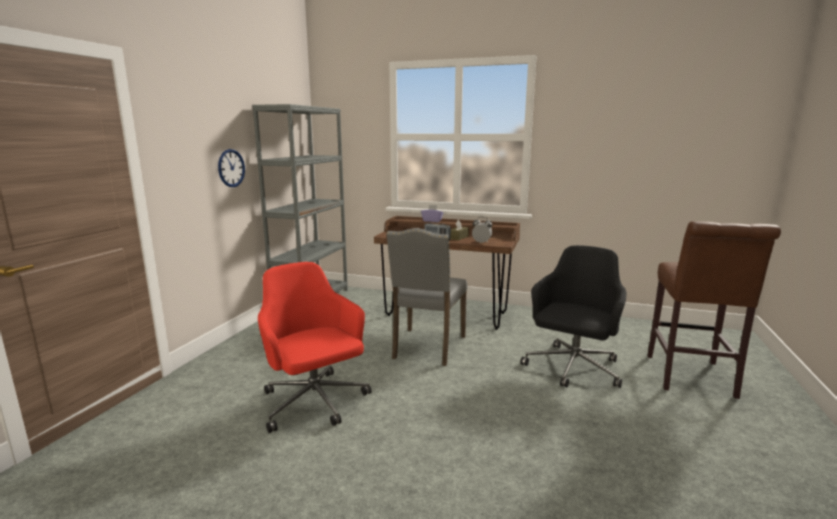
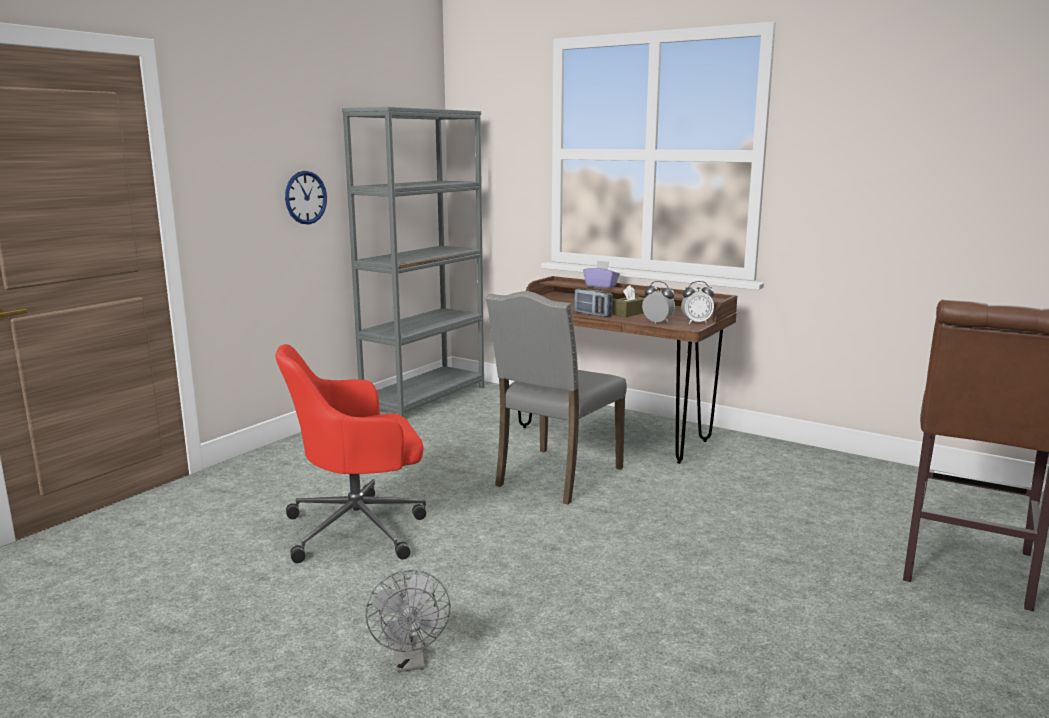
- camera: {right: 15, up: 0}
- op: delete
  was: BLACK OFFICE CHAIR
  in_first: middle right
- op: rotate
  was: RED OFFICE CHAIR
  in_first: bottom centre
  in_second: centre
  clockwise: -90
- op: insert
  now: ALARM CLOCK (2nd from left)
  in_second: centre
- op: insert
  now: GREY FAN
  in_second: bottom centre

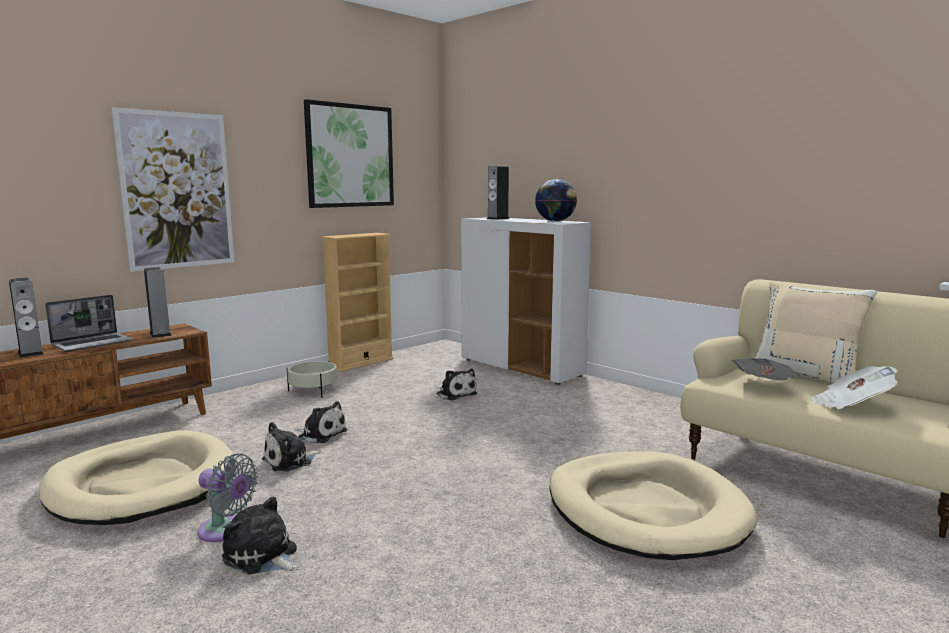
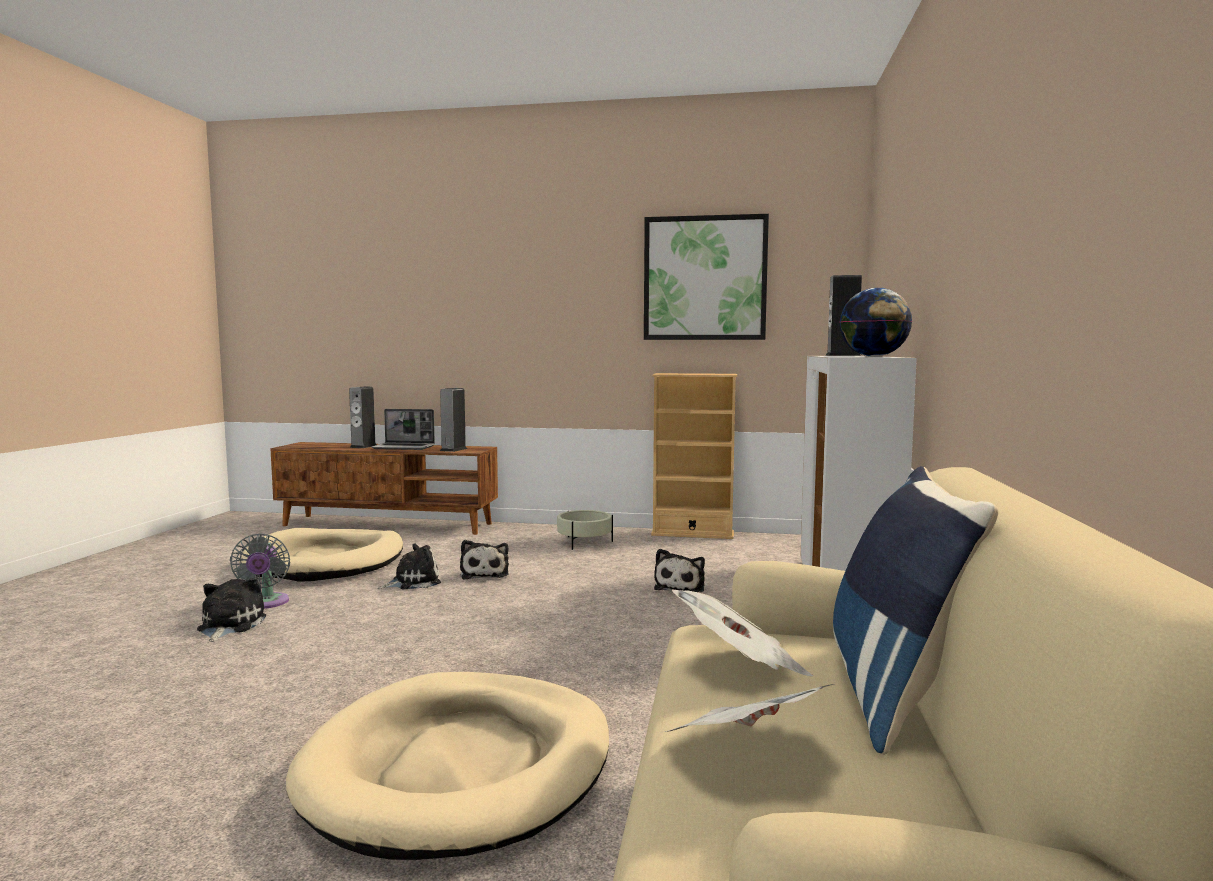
- camera: {right: 55, up: -5}
- op: delete
  was: PICTURE (1st from left)
  in_first: top left
- op: recolor
  was: BEIGE PILLOW
  now: BLUE PILLOW
  in_first: middle right
  in_second: bottom right
- op: rotate
  was: PLUSH TOY (2nd from left)
  in_first: bottom left
  in_second: centre
  clockwise: 135

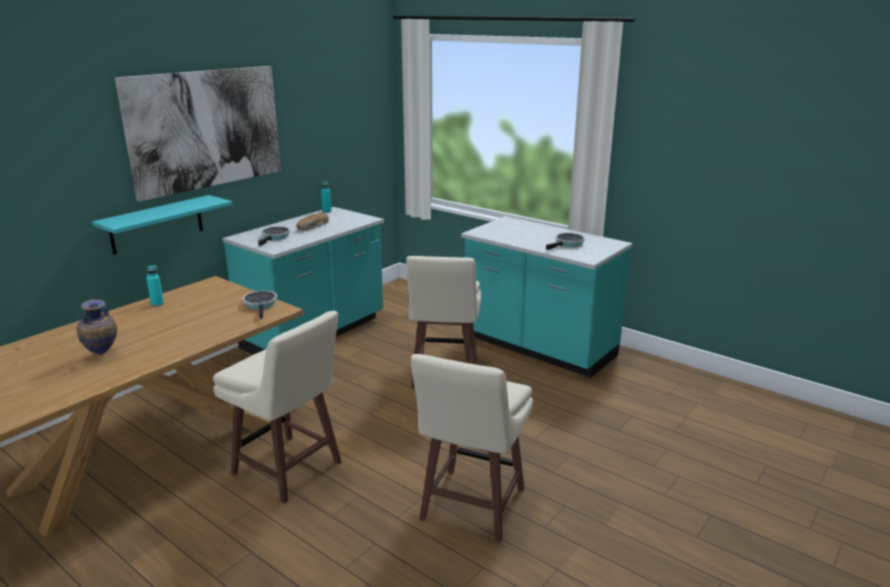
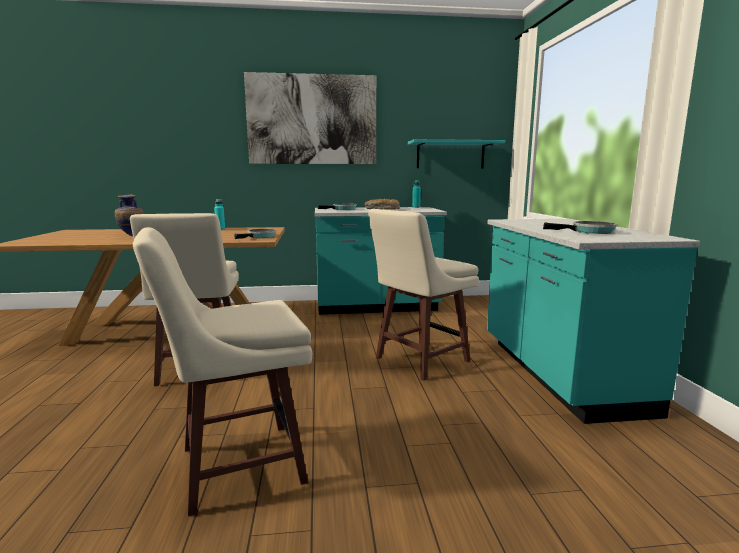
- camera: {right: 45, up: -10}
- op: move
  was: TURQUOISE SHELF
  in_first: middle left
  in_second: top centre

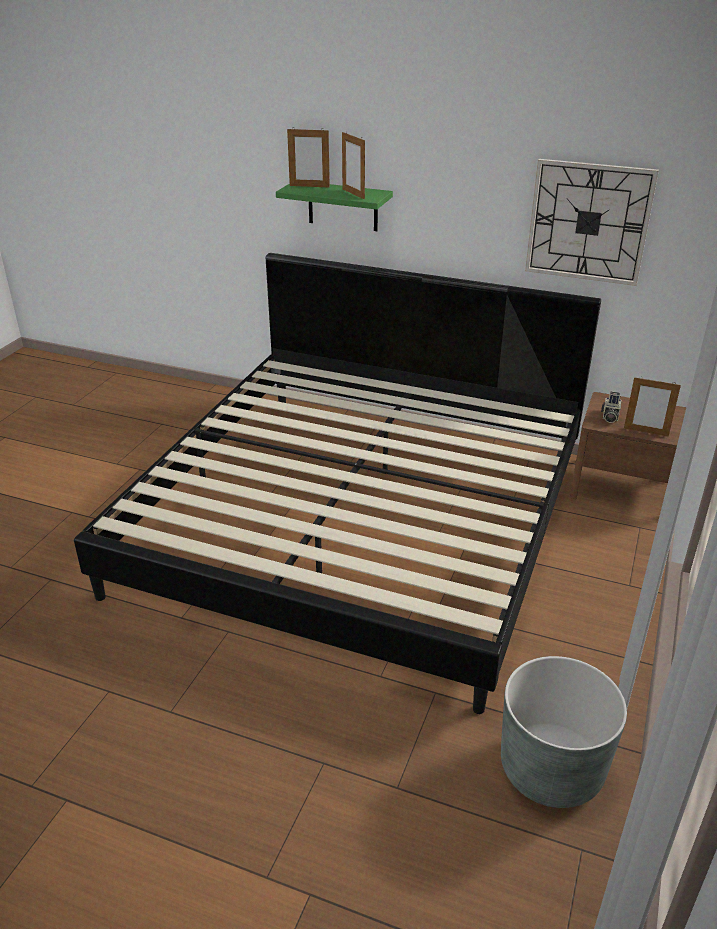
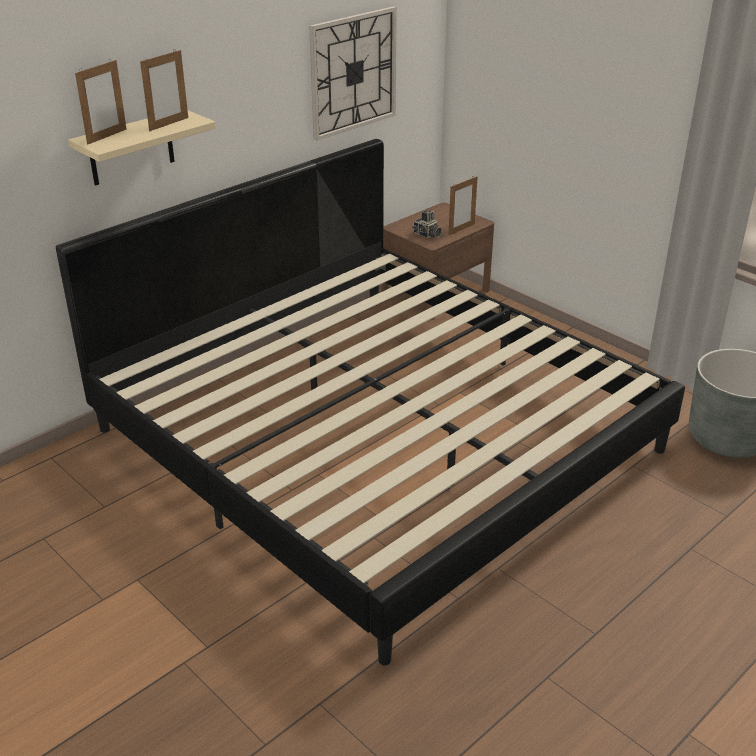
- camera: {right: -65, up: 0}
- op: rotate
  was: PICTURE FRAME (2nd from left)
  in_first: top centre
  in_second: top left
  clockwise: -45
- op: recolor
  was: GREEN SHELF
  now: BEIGE SHELF
  in_first: top centre
  in_second: top left

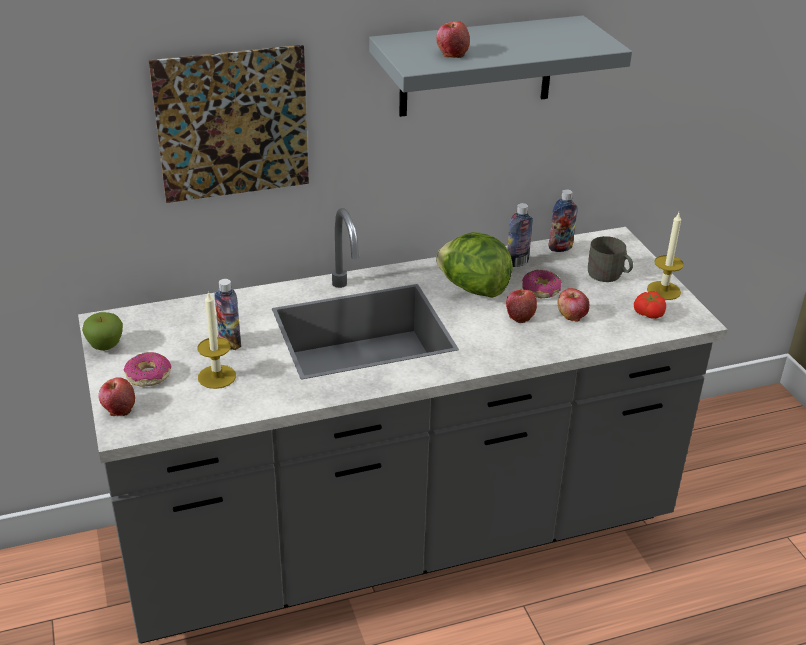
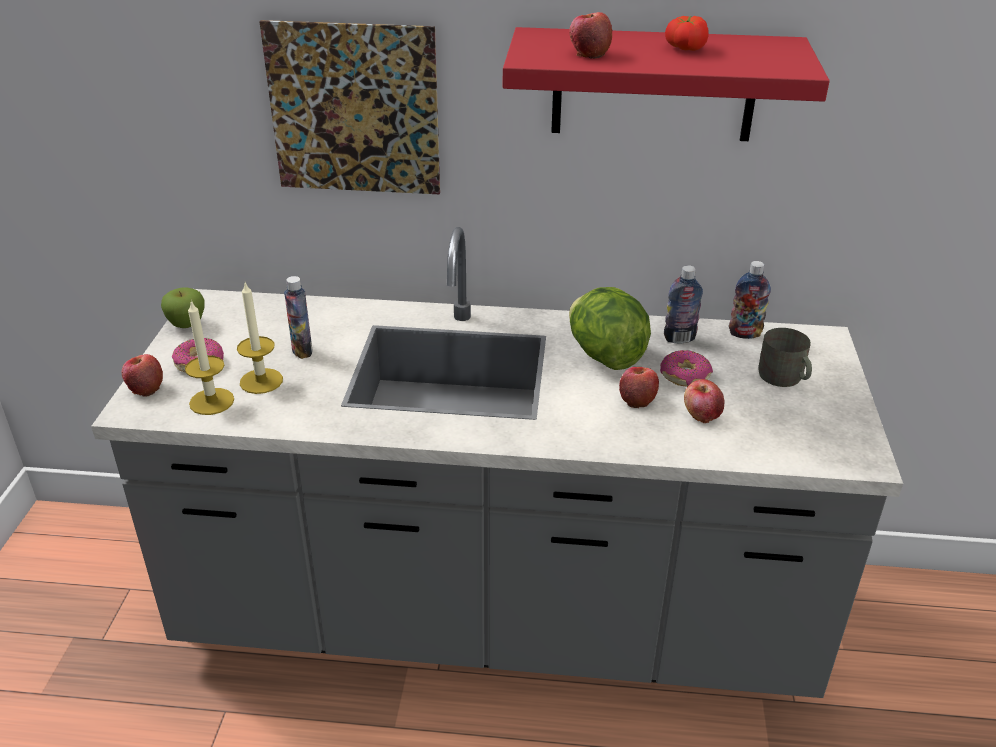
- camera: {right: 25, up: 0}
- op: recolor
  was: GREY SHELF
  now: RED SHELF
  in_first: top centre
  in_second: top right
- op: move
  was: CANDLE (2nd from left in the first image)
  now: CANDLE (1st from left)
  in_first: middle right
  in_second: middle left
- op: move
  was: TOMATO
  in_first: middle right
  in_second: top right

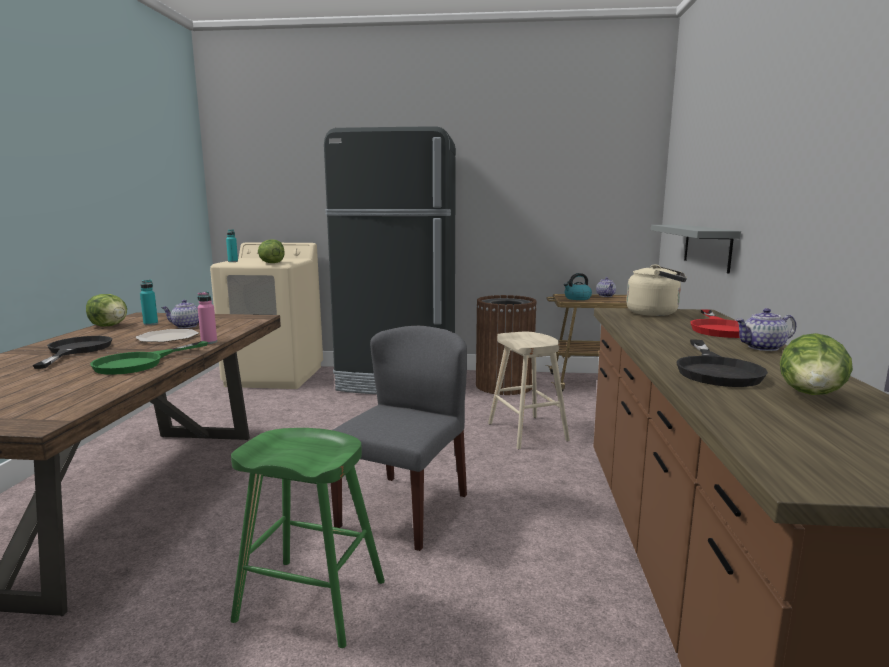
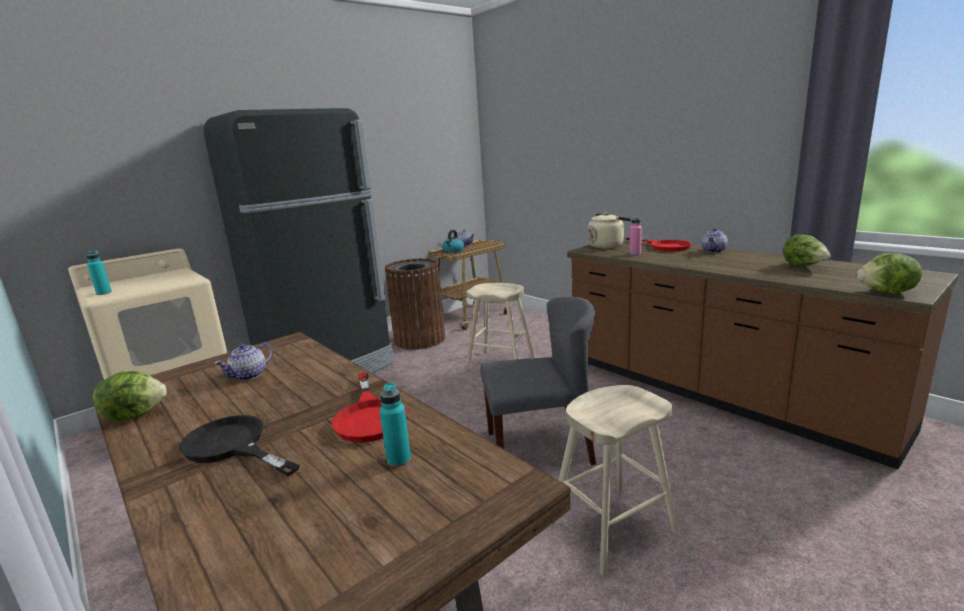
- camera: {right: -45, up: 5}
- op: delete
  was: GREY SHELF
  in_first: middle right
- op: move
  was: LETTUCE (2nd from left in the first image)
  now: LETTUCE (3rd from left)
  in_first: middle left
  in_second: middle right
- op: move
  was: TURQUOISE BOTTLE (1st from left in the first image)
  now: TURQUOISE BOTTLE (2nd from left)
  in_first: middle left
  in_second: bottom centre
- op: move
  was: PINK BOTTLE
  in_first: middle left
  in_second: centre
- op: rotate
  was: GREY CHAIR
  in_first: centre
  in_second: centre
  clockwise: 105
- op: delete
  was: PLATE
  in_first: middle left
- op: delete
  was: BLACK FRYING PAN (2nd from left)
  in_first: middle right
- op: recolor
  was: GREEN FRYING PAN
  now: RED FRYING PAN (1st from left)
  in_first: middle left
  in_second: bottom centre
- op: recolor
  was: GREEN STOOL
  now: BEIGE STOOL (2nd from left)
  in_first: bottom centre
  in_second: bottom centre

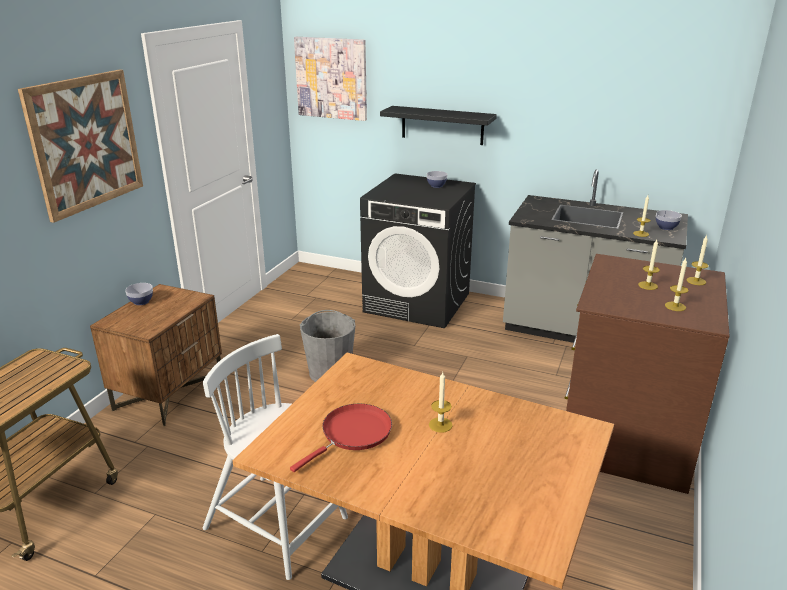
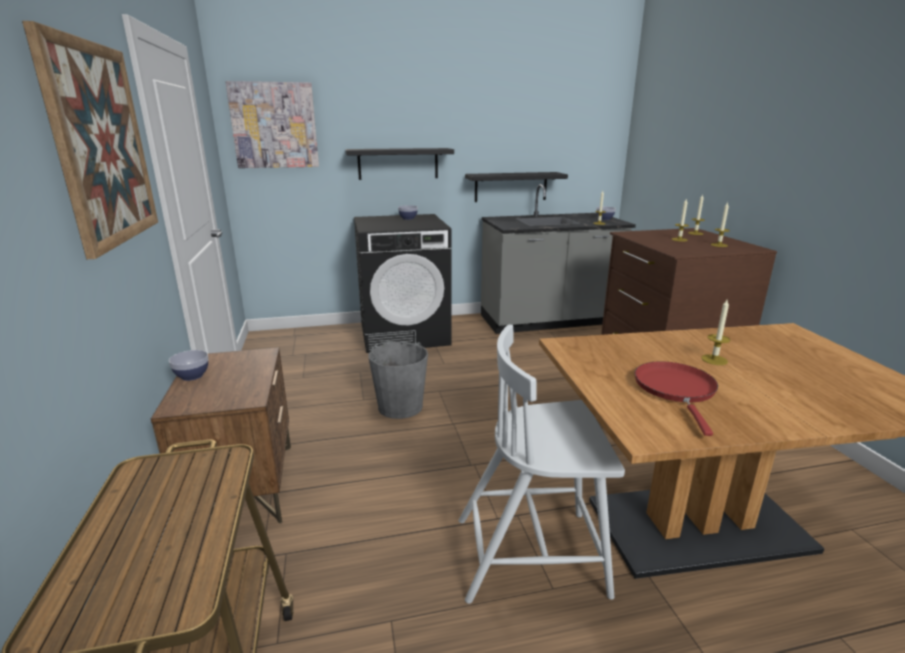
- camera: {right: -35, up: -5}
- op: insert
  now: BLACK SHELF (2nd from left)
  in_second: top centre

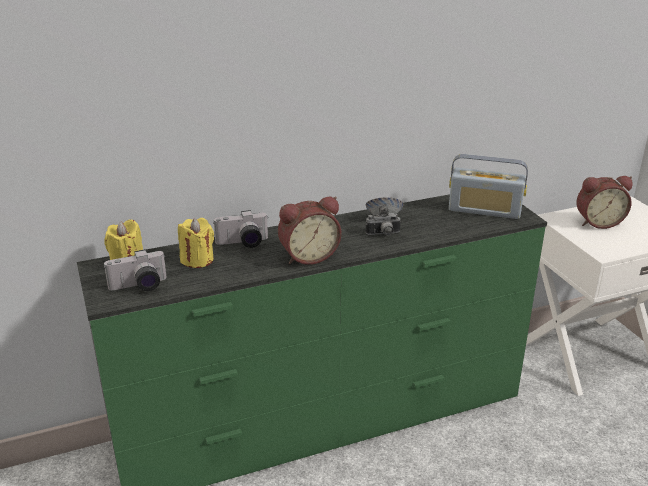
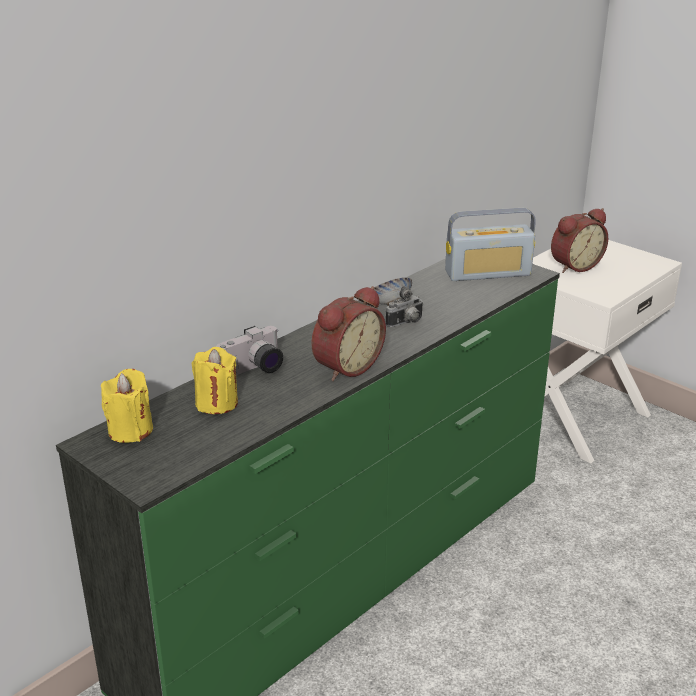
- camera: {right: -25, up: 0}
- op: delete
  was: PHOTO CAMERA (1st from left)
  in_first: middle left

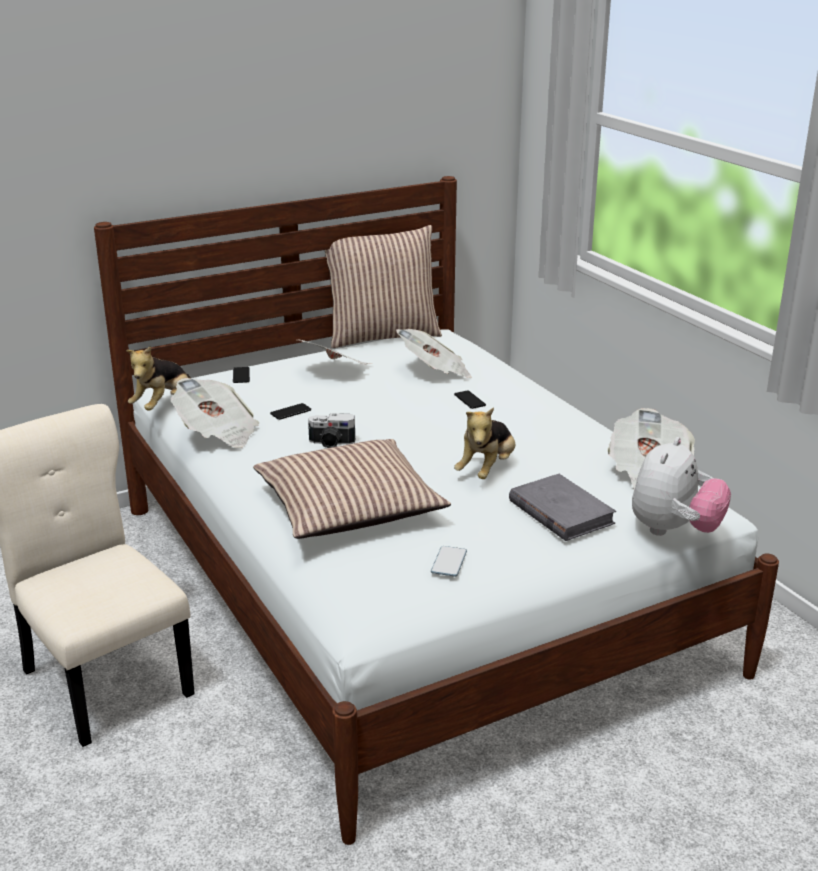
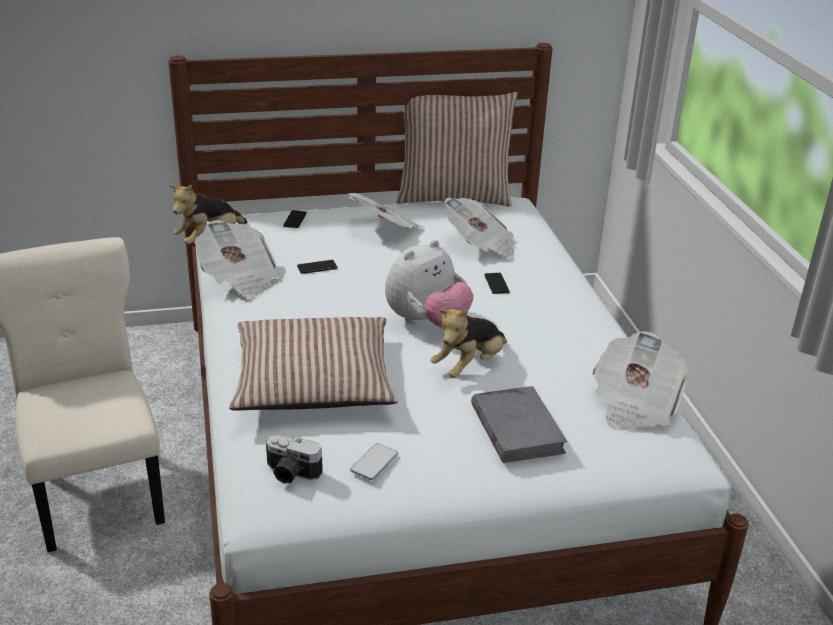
- camera: {right: 15, up: 5}
- op: move
  was: PHOTO CAMERA
  in_first: centre
  in_second: bottom centre
- op: move
  was: PLUSH TOY (3rd from left in the first image)
  now: PLUSH TOY (2nd from left)
  in_first: middle right
  in_second: centre

